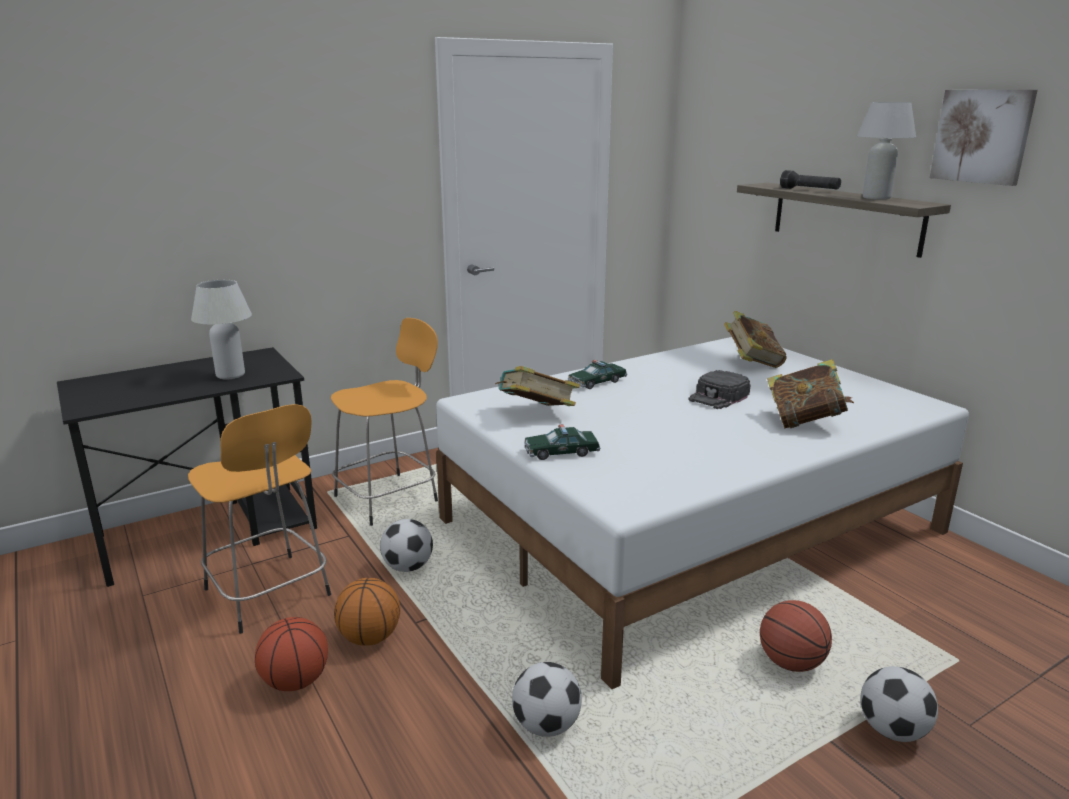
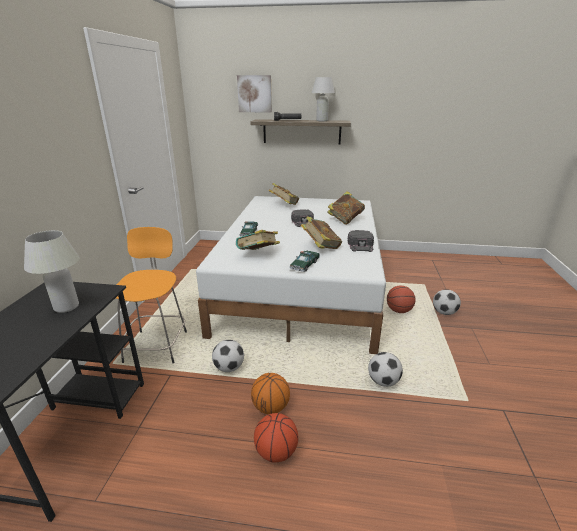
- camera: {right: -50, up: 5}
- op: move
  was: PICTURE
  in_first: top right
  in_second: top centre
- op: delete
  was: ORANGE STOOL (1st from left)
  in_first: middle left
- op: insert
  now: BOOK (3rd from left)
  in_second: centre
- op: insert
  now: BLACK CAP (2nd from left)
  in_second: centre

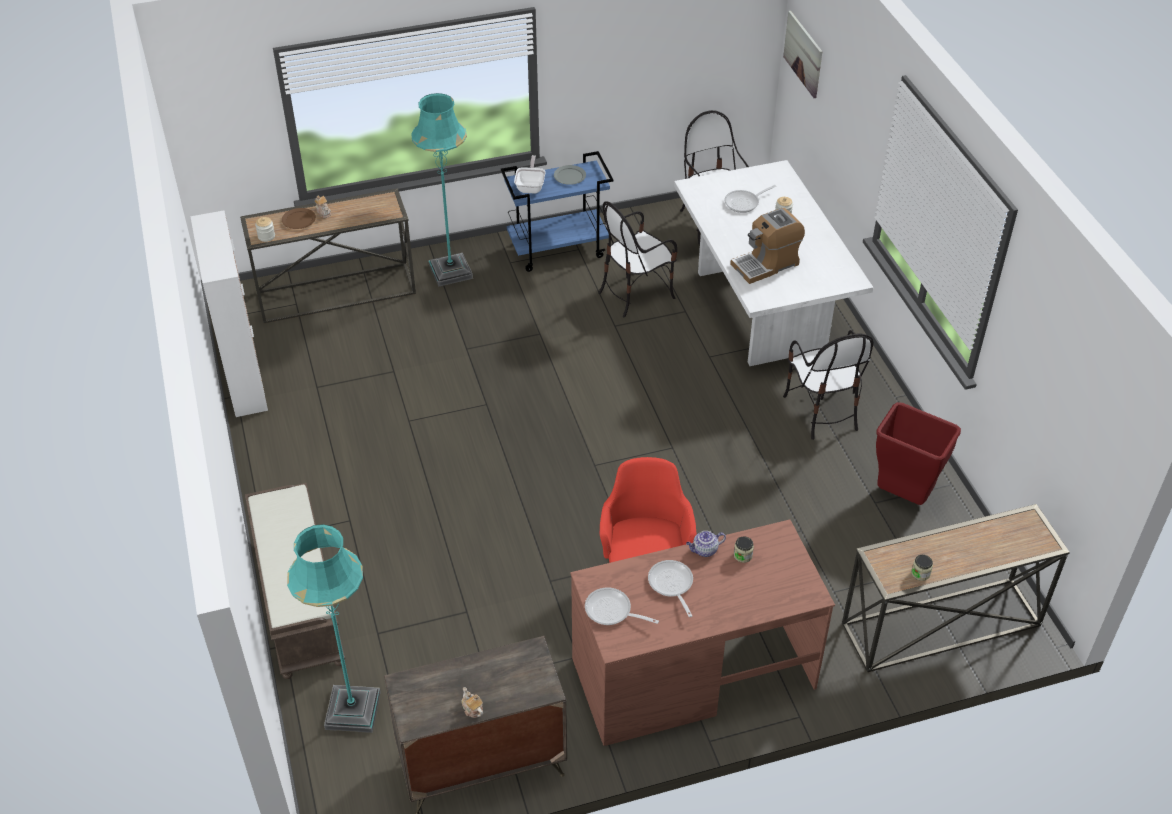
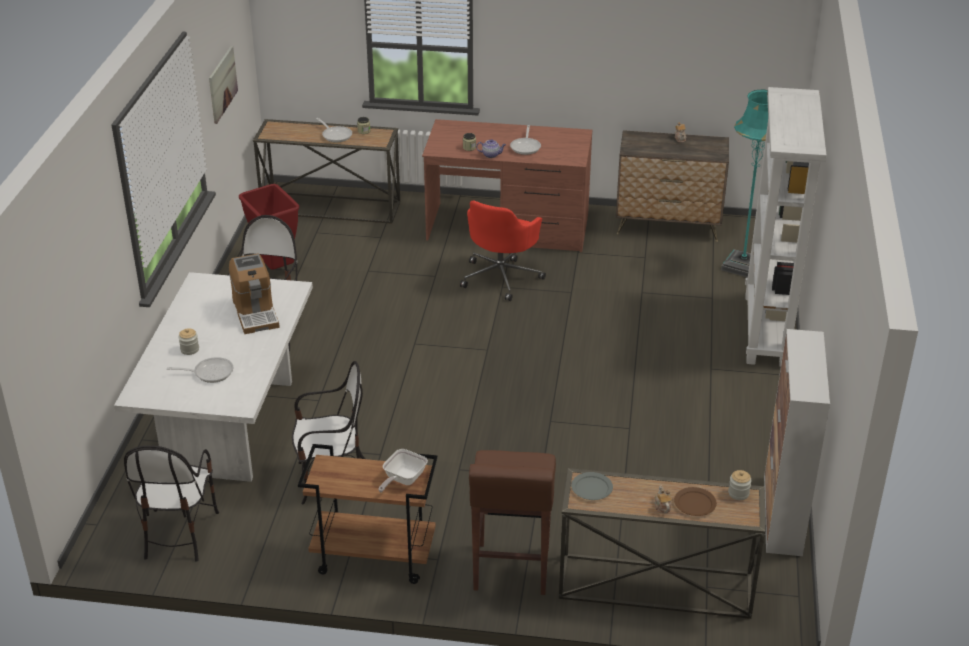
- camera: {right: -155, up: -10}
- op: move
  was: PICTURE
  in_first: top right
  in_second: top left
- op: replace
  was: TURQUOISE FLOOR LAMP (2nd from left)
  now: BROWN STOOL
  in_first: top centre
  in_second: bottom centre
- op: recolor
  was: BLUE CART
  now: BROWN CART
  in_first: top centre
  in_second: bottom centre
- op: move
  was: GREY PLATE
  in_first: top centre
  in_second: bottom centre
- op: rotate
  was: COFFEE MACHINE
  in_first: top centre
  in_second: middle left
  clockwise: 75
- op: replace
  was: BROWN BENCH
  now: WHITE BOOKCASE
  in_first: bottom left
  in_second: middle right
- op: move
  was: FRYING PAN (2nd from left)
  in_first: bottom centre
  in_second: top centre

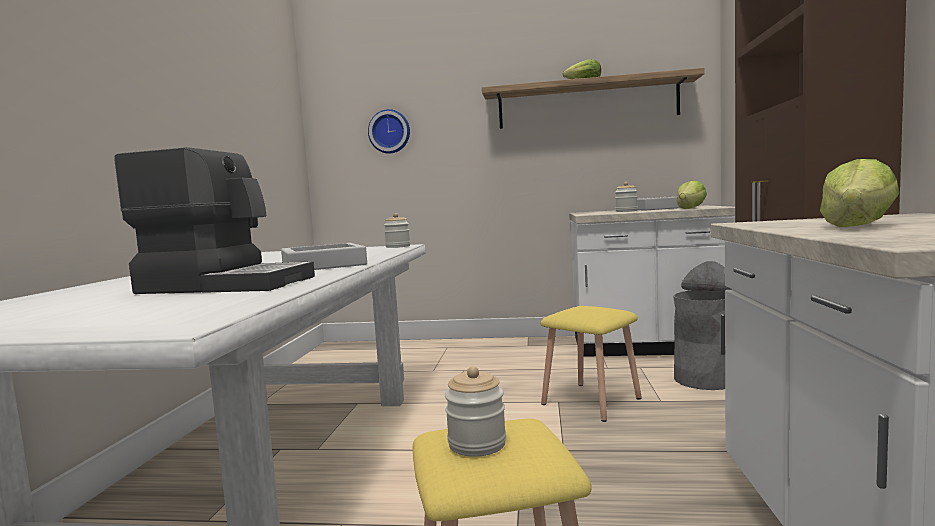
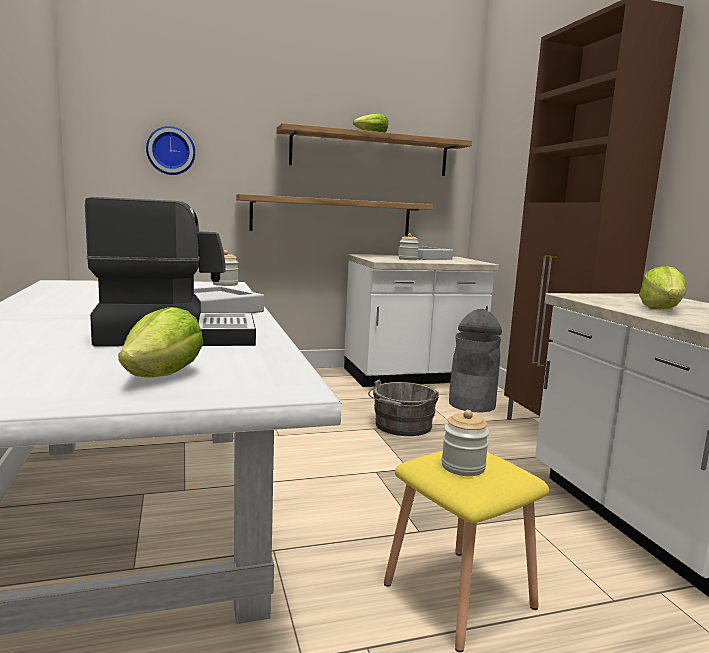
- camera: {right: -25, up: 5}
- op: move
  was: LETTUCE (2nd from left in the first image)
  now: LETTUCE (1st from left)
  in_first: middle right
  in_second: middle left
- op: replace
  was: YELLOW STOOL (2nd from left)
  now: GREY BUCKET
  in_first: bottom centre
  in_second: centre
- op: insert
  now: SHELF (1st from left)
  in_second: top centre

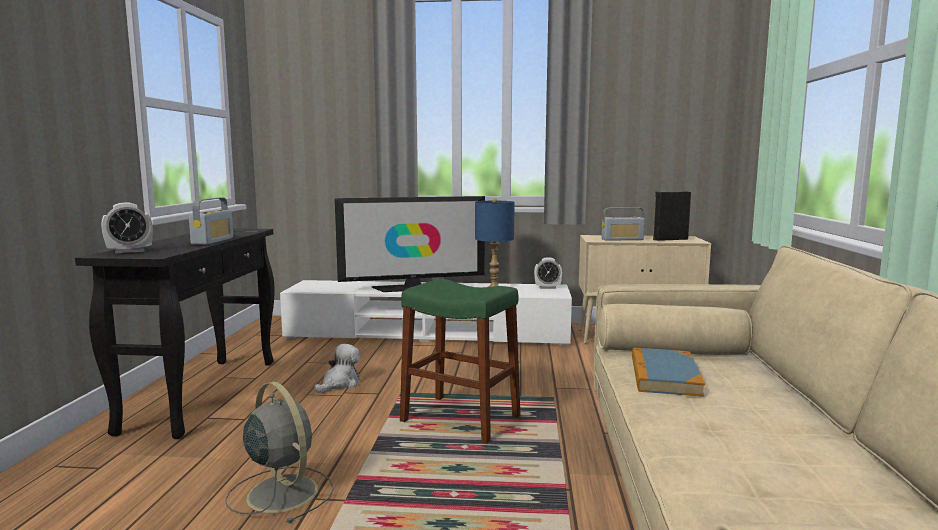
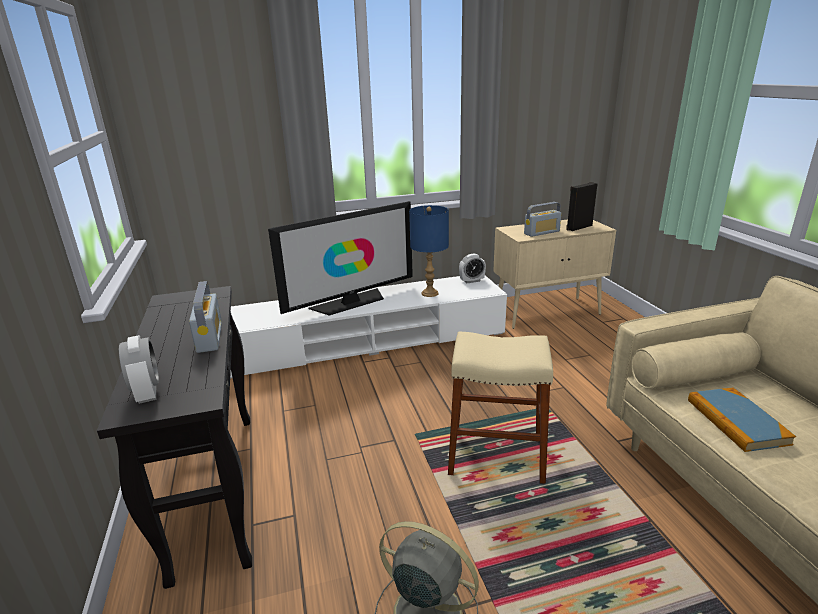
- camera: {right: -20, up: 15}
- op: rotate
  was: ALARM CLOCK (1st from left)
  in_first: middle left
  in_second: middle left
  clockwise: -60
- op: recolor
  was: GREEN STOOL
  now: BEIGE STOOL
  in_first: bottom centre
  in_second: centre
- op: delete
  was: PLUSH TOY
  in_first: bottom centre

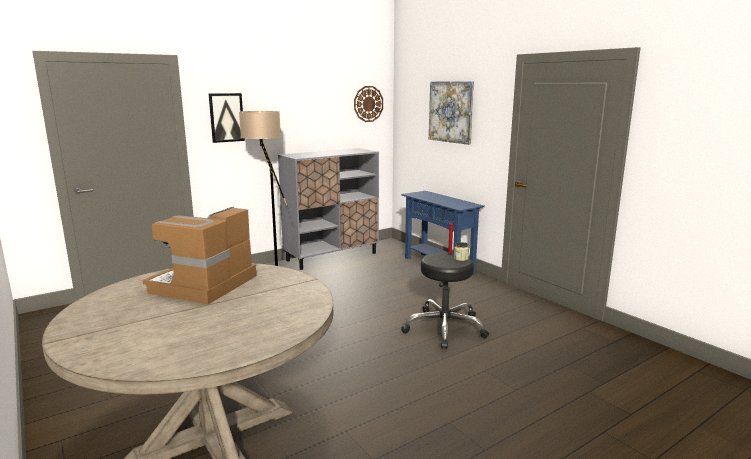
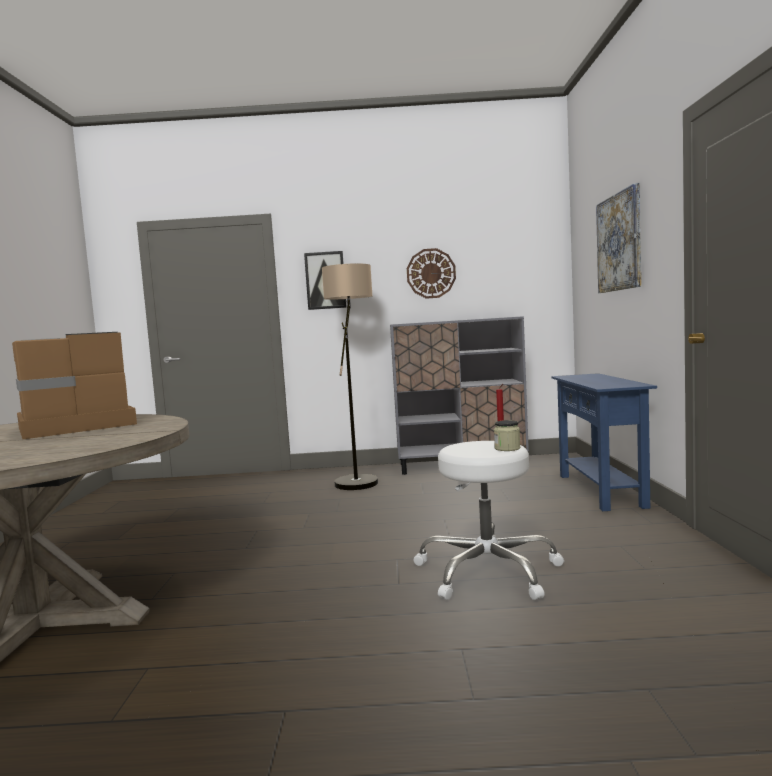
- camera: {right: 35, up: -10}
- op: move
  was: WALL CLOCK
  in_first: top centre
  in_second: centre
- op: recolor
  was: BLACK STOOL
  now: WHITE STOOL
  in_first: centre
  in_second: bottom centre

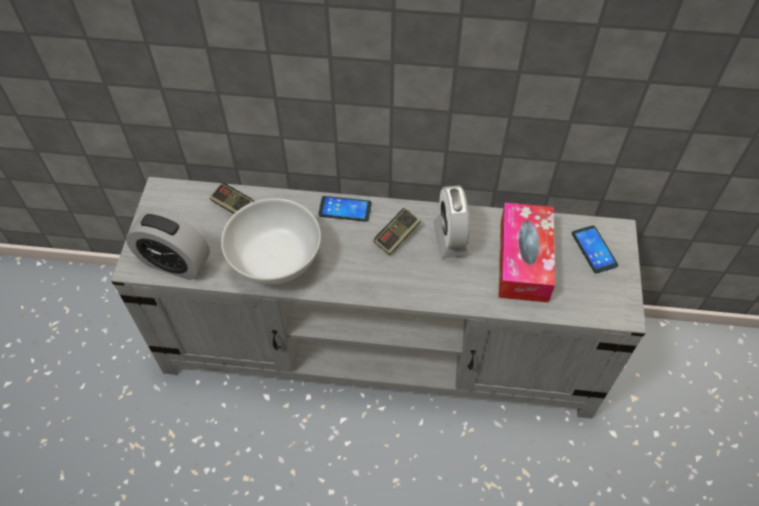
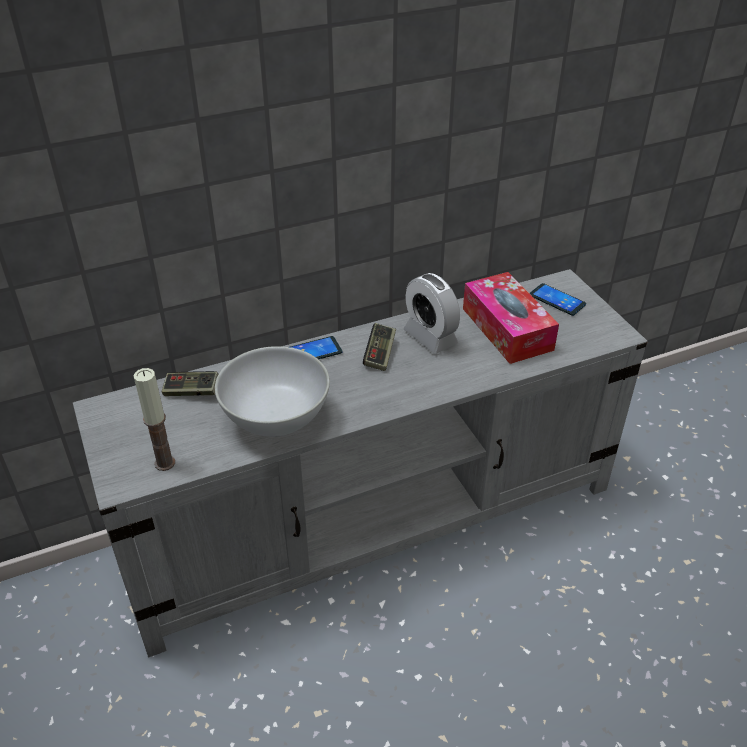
- camera: {right: -30, up: -15}
- op: replace
  was: ALARM CLOCK (1st from left)
  now: CANDLE
  in_first: middle left
  in_second: middle left

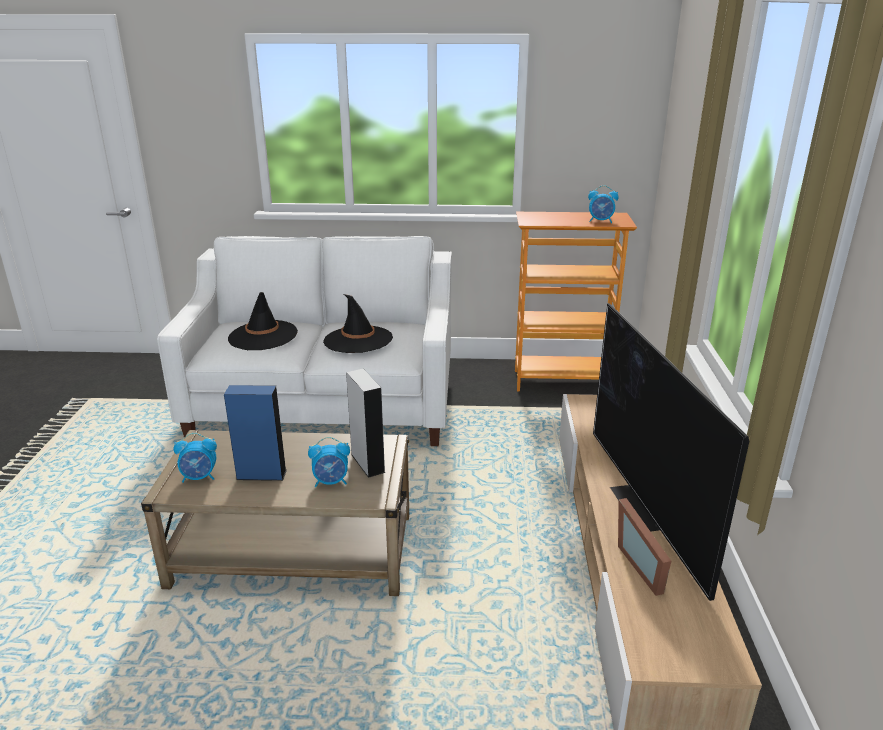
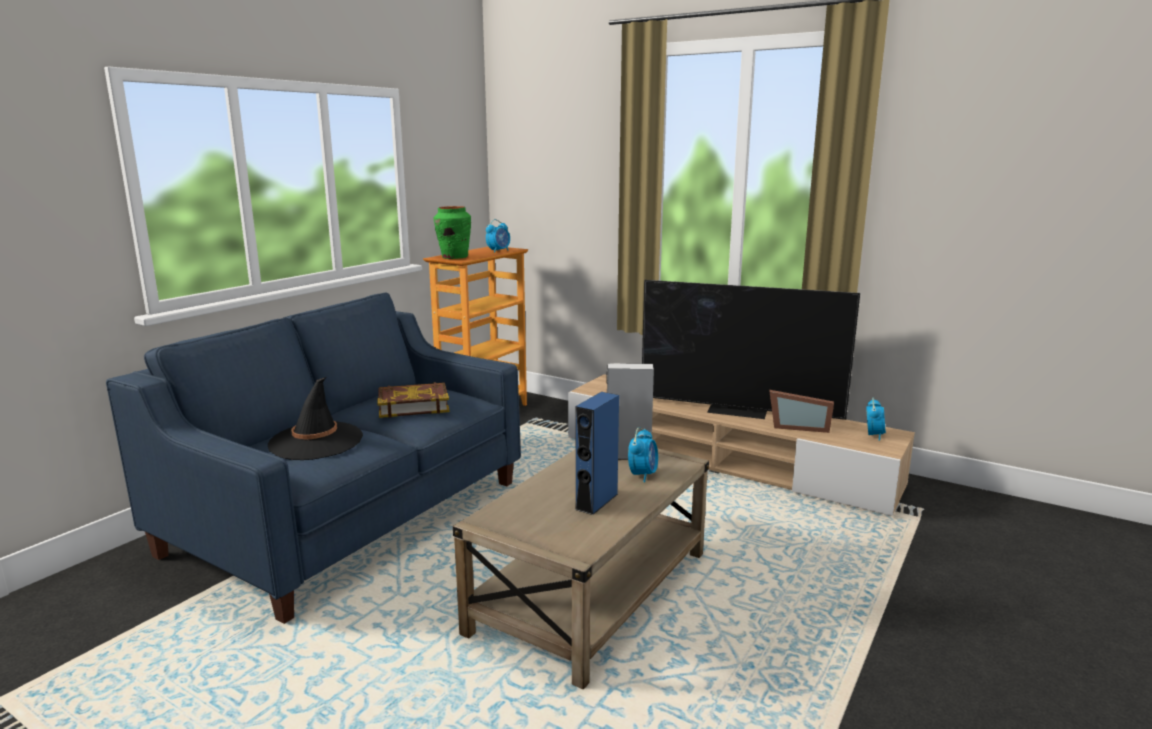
- camera: {right: -60, up: -10}
- op: recolor
  was: WHITE SOFA
  now: BLUE SOFA
  in_first: centre
  in_second: middle left
- op: replace
  was: BLACK HAT (2nd from left)
  now: BOOK
  in_first: centre
  in_second: centre
- op: move
  was: ALARM CLOCK (1st from left in the first image)
  now: ALARM CLOCK (3rd from left)
  in_first: middle left
  in_second: middle right
- op: insert
  now: GREEN VASE
  in_second: top centre

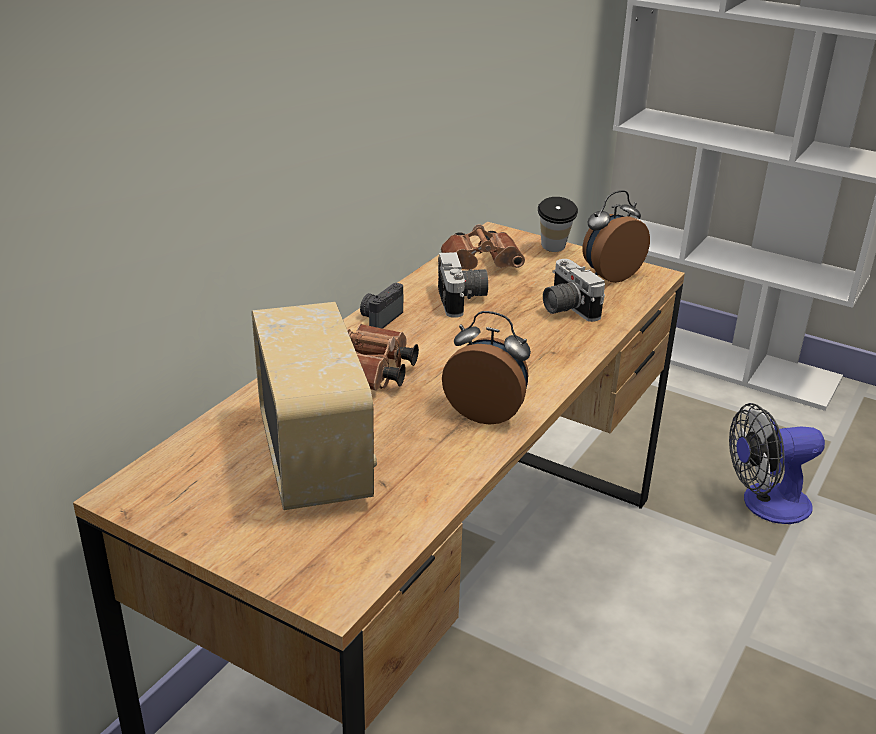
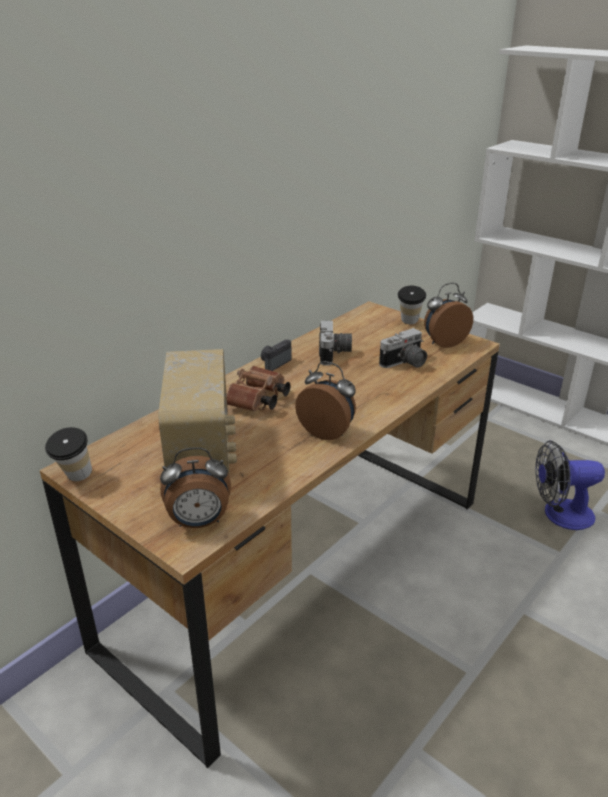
- camera: {right: 10, up: 0}
- op: delete
  was: BROWN BINOCULARS (2nd from left)
  in_first: centre
- op: rotate
  was: PHOTO CAMERA (3rd from left)
  in_first: centre
  in_second: centre
  clockwise: -105
- op: insert
  now: CUP (1st from left)
  in_second: middle left
- op: insert
  now: ALARM CLOCK (1st from left)
  in_second: middle left

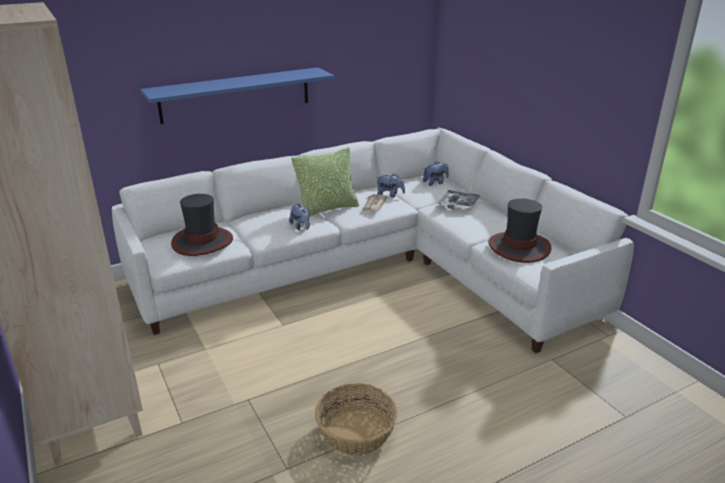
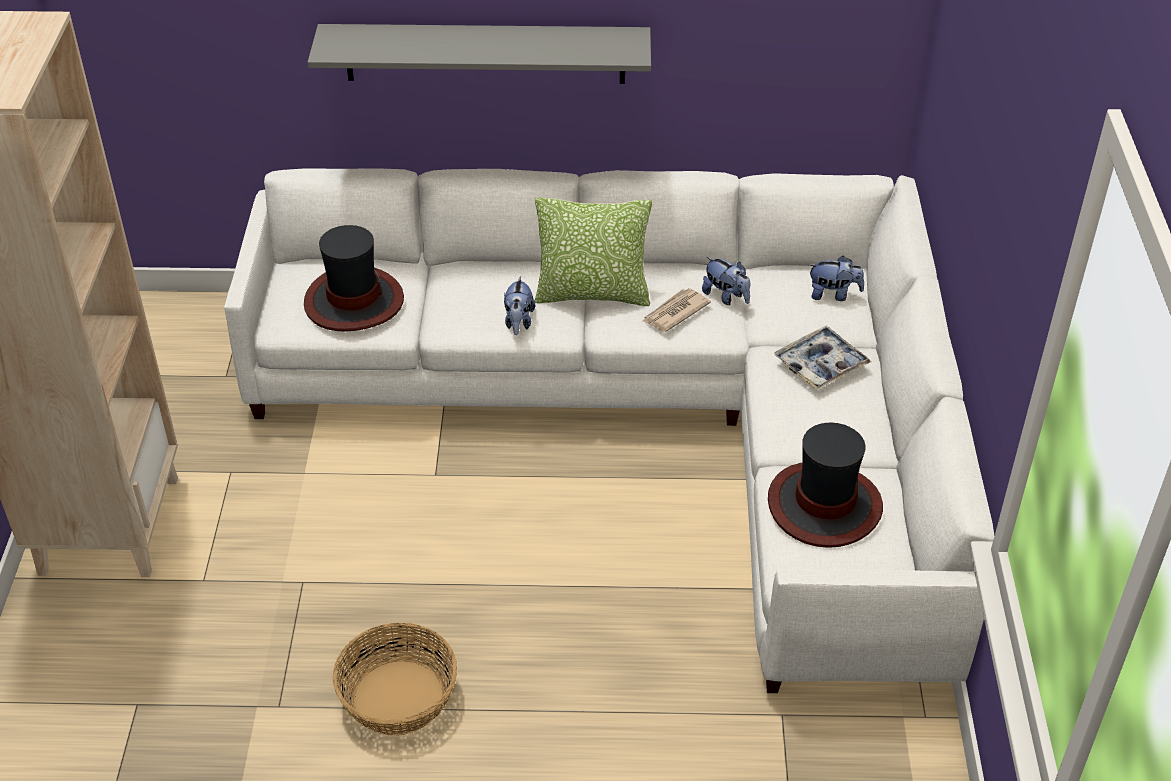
- camera: {right: 30, up: 15}
- op: recolor
  was: BLUE SHELF
  now: GREY SHELF
  in_first: top left
  in_second: top centre

